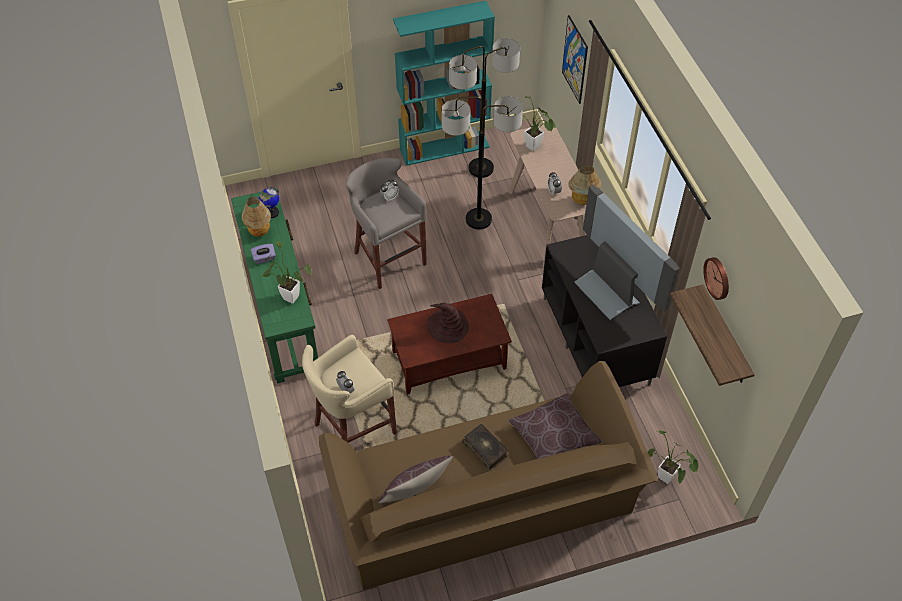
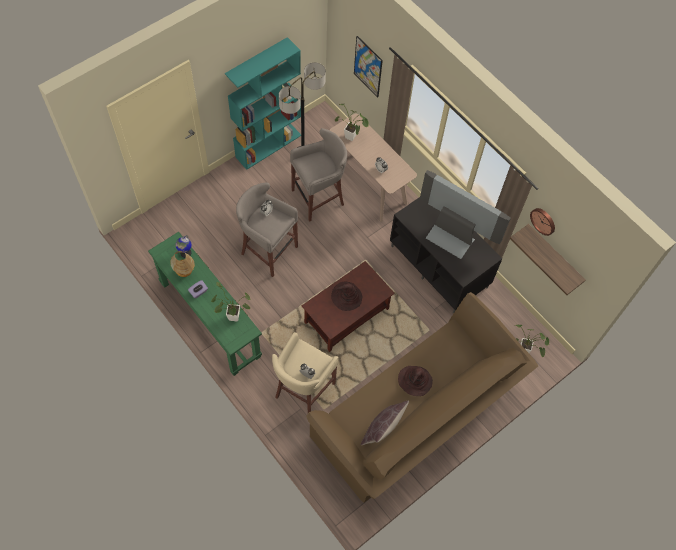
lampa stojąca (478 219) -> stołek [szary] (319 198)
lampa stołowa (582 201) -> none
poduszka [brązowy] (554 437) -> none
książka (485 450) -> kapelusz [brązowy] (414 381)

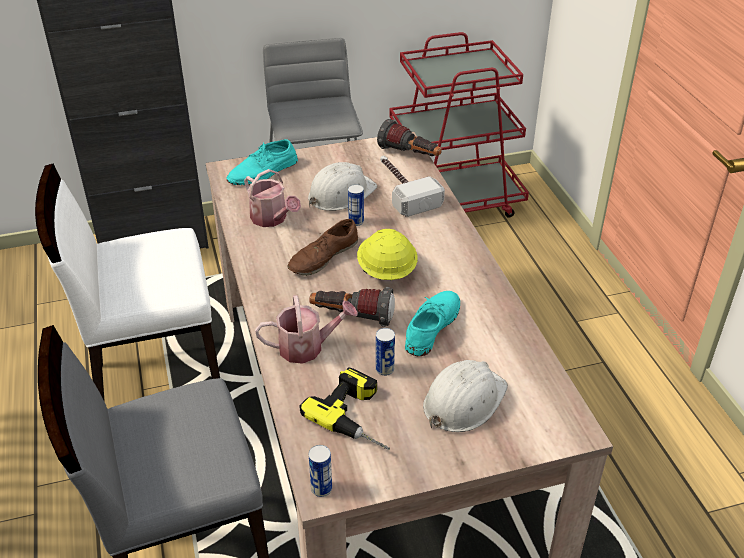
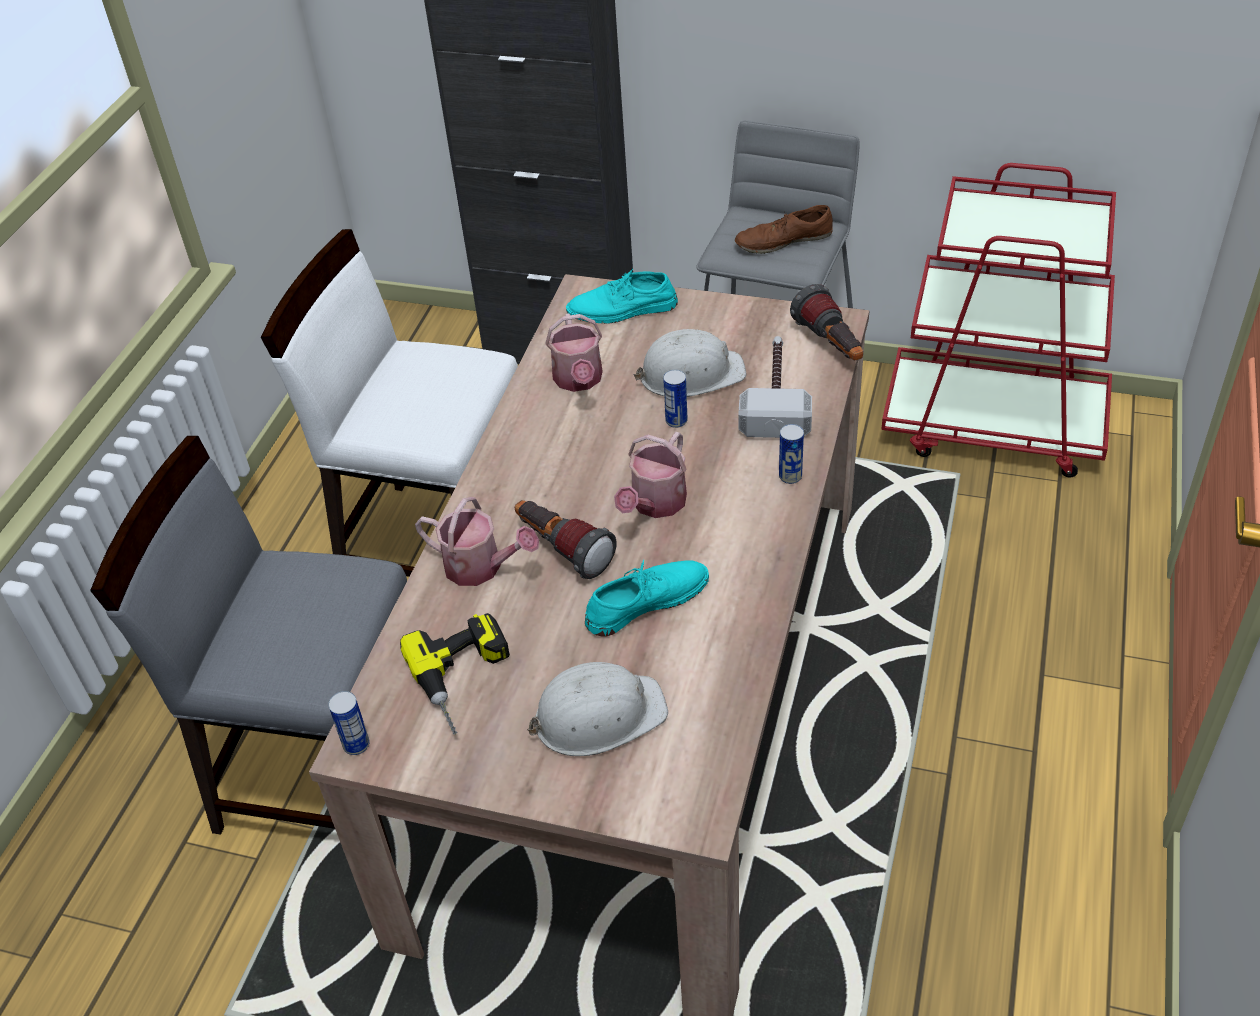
but [brązowy] (323 257) -> but [brązowy] (783 240), shifted
kask [żółty] (386 271) -> konewka (655 504)
puszka (384 369) -> puszka (790 476), shifted

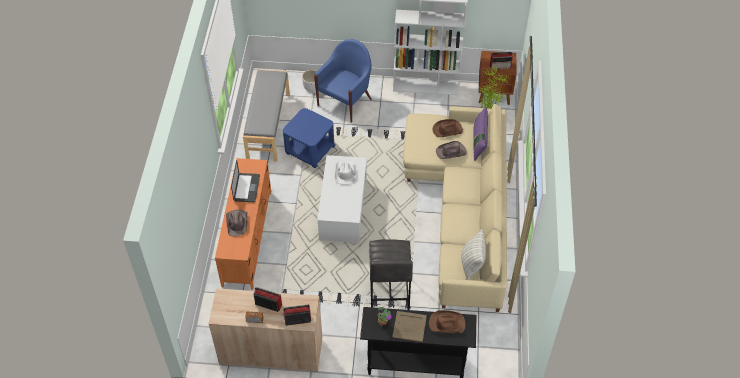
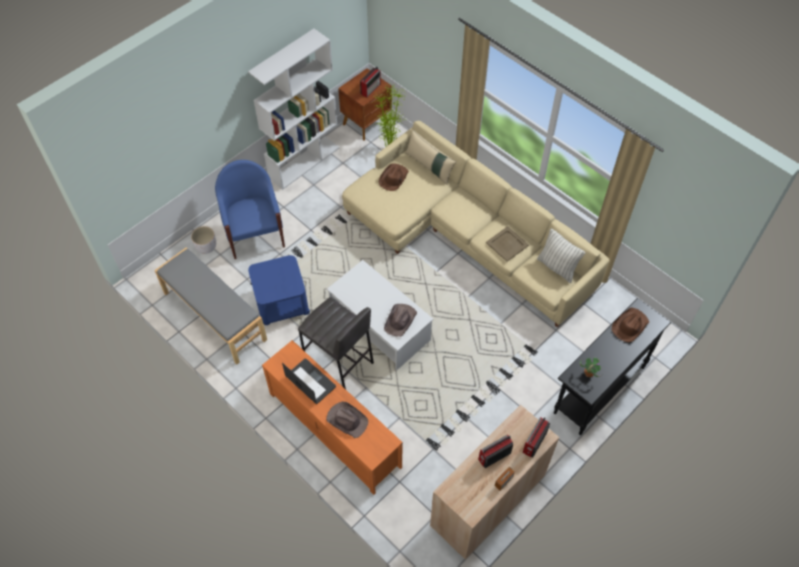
poduszka [fioletowy] (479 142) -> poduszka [beżowy] (429 166)
kapelusz [brązowy] (451 152) -> kapelusz [brązowy] (400 320), shifted
kapelusz [biały] (345 173) -> none
stołek [szary] (388 295) -> stołek [szary] (339 364), shifted
taca [beżowy] (409 326) -> taca [beżowy] (507 244), shifted

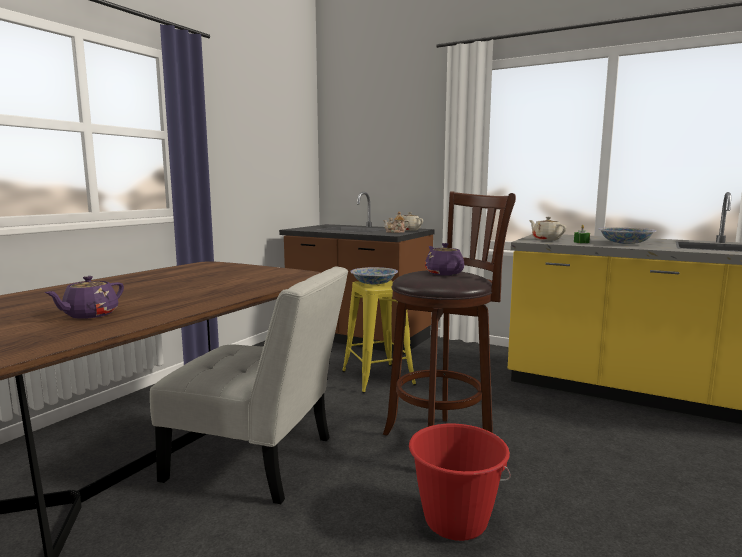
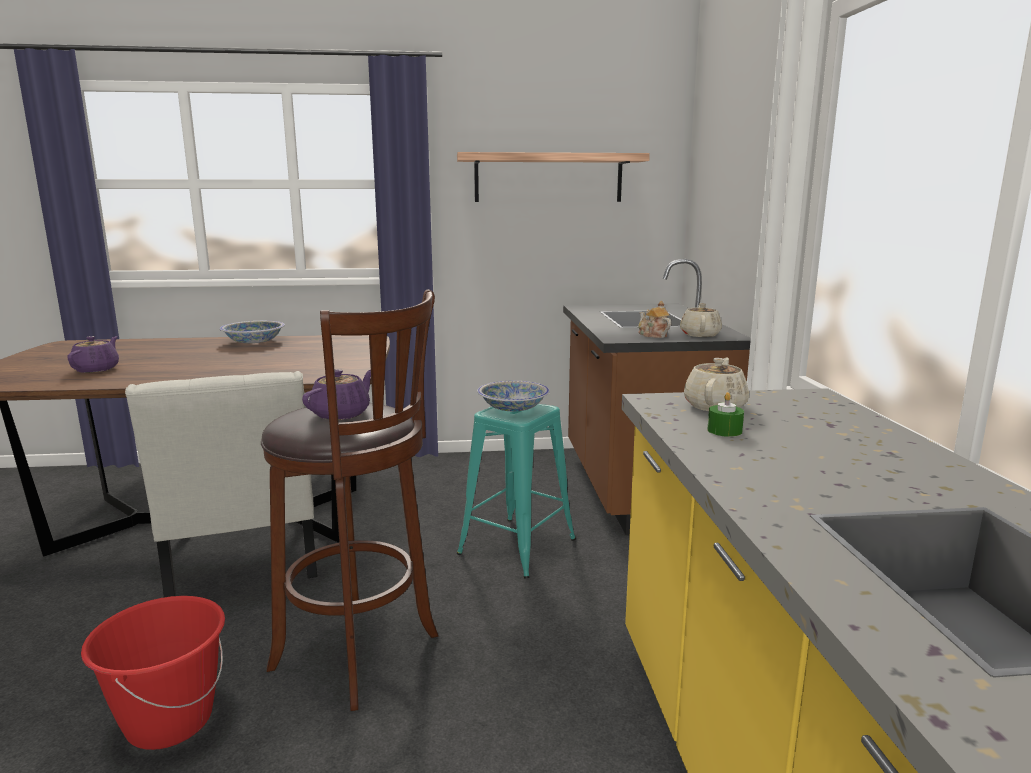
miska (625 243) -> miska (254 342), shifted
imbryk [fioletowy] (90 315) -> imbryk [fioletowy] (97 369), 105 degrees clockwise
stołek [żółty] (377 378) -> stołek [turkusowy] (517 546)
none -> półka (548 178)

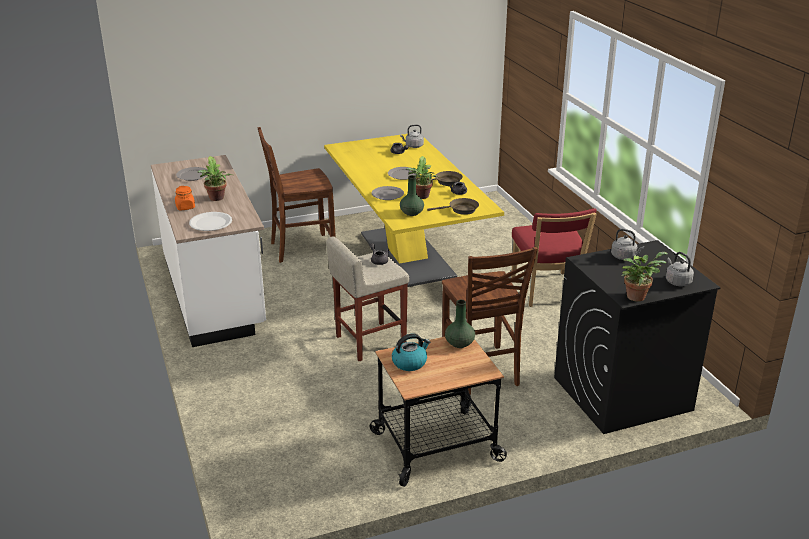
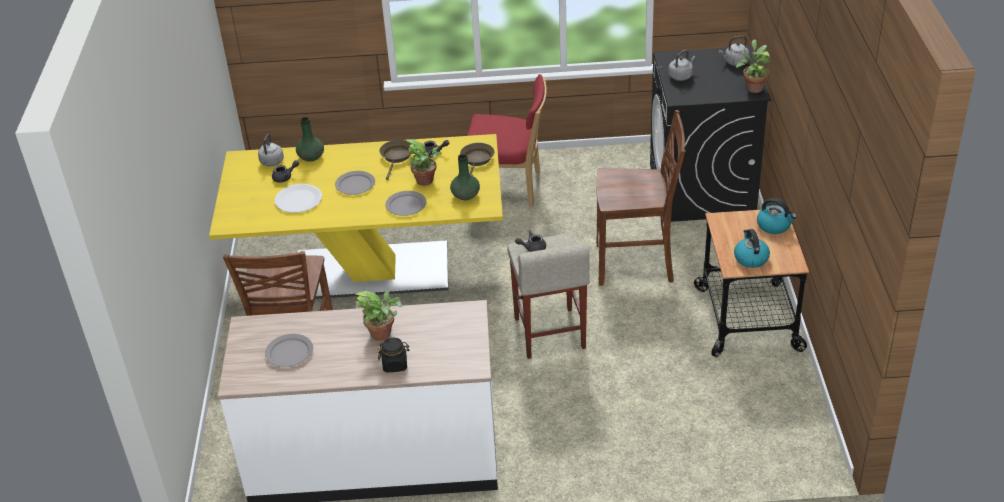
słoik [pomarańczowy] (185 207) -> słoik [czarny] (395 364)
talerz [biały] (211 223) -> talerz [biały] (298 200), shifted
wazon [zielony] (460 343) -> wazon [zielony] (311 157), shifted
none -> czajnik (774 226)

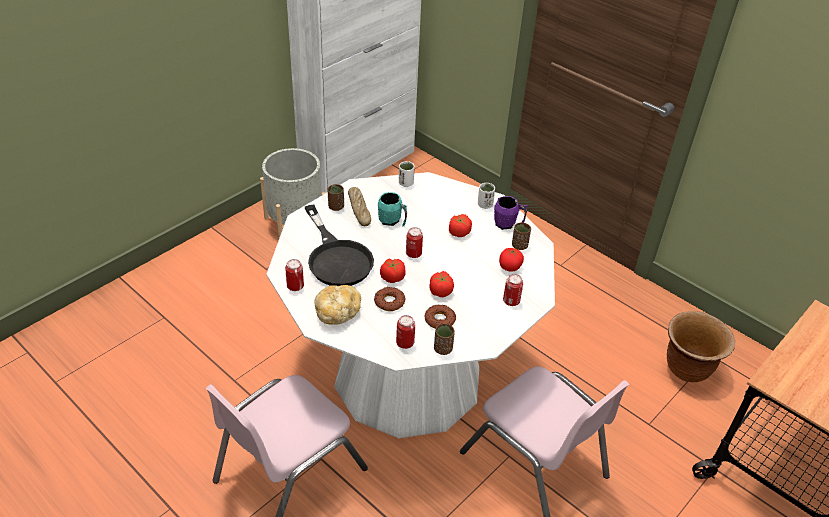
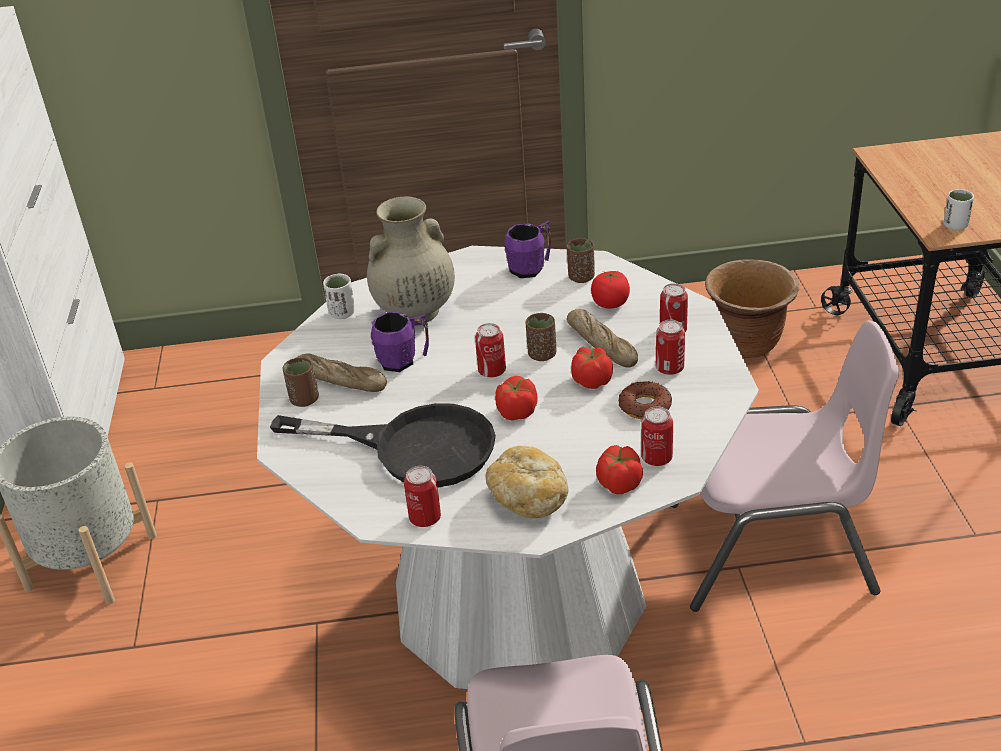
filiżanka [biały] (485 205) -> filiżanka [biały] (955 225), shifted
kubek [turkusowy] (392 221) -> kubek [fioletowy] (403 360)
pomidor (459 233) -> pomidor (619 484), shifted
donut (389 302) -> none
filiżanka [brązowy] (443 349) -> filiżanka [brązowy] (542 355), shifted
none -> wazon [beżowy] (414 312)
none -> chleb (601 345)
none -> puszka (669 368)

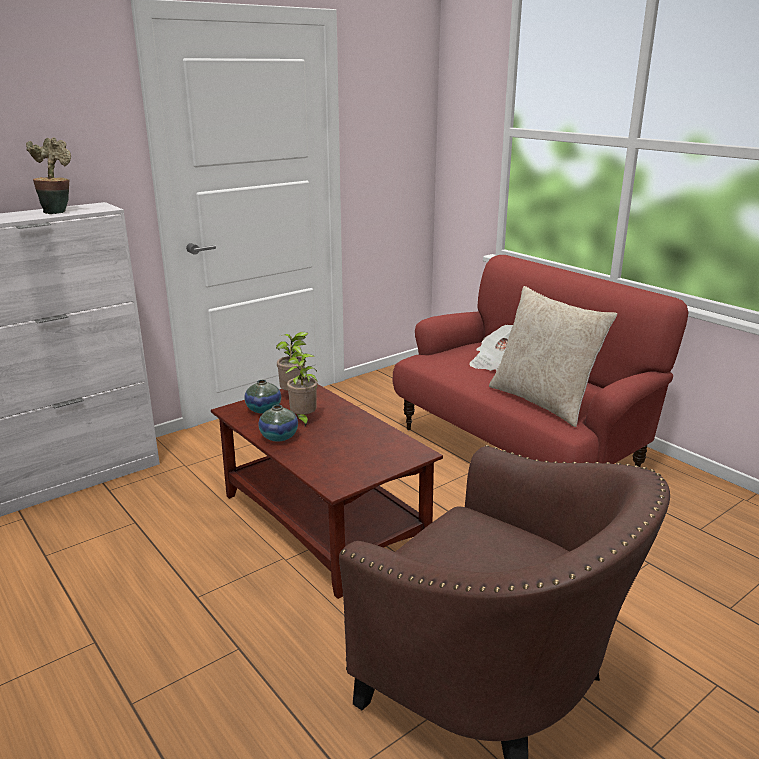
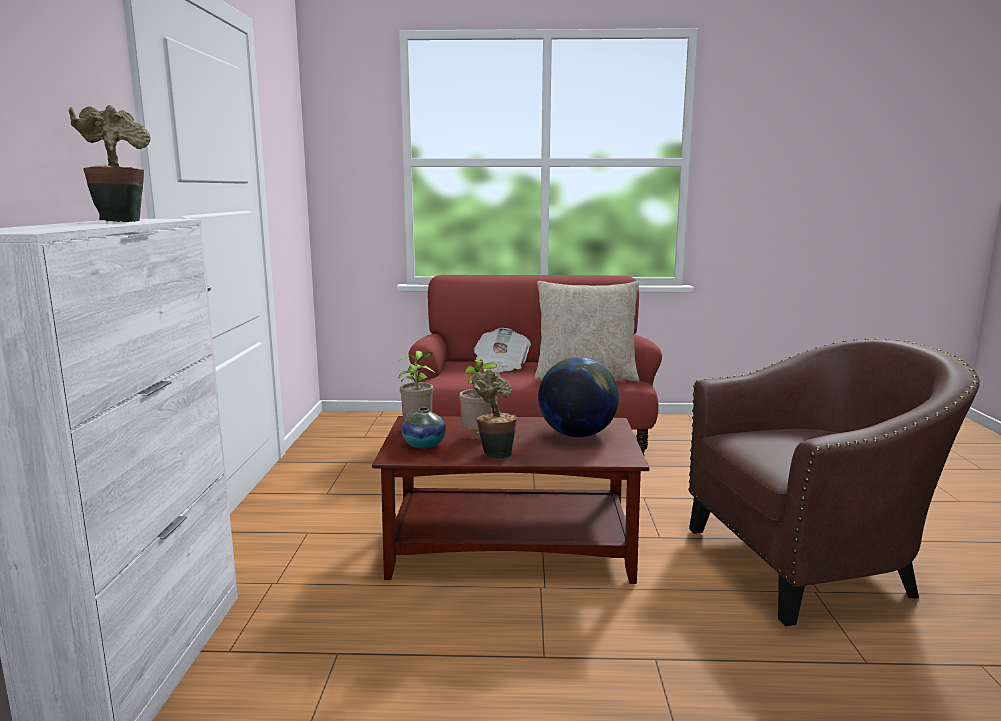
wazon (279 437) -> roślina doniczkowa (495 453)
none -> globus (577 434)

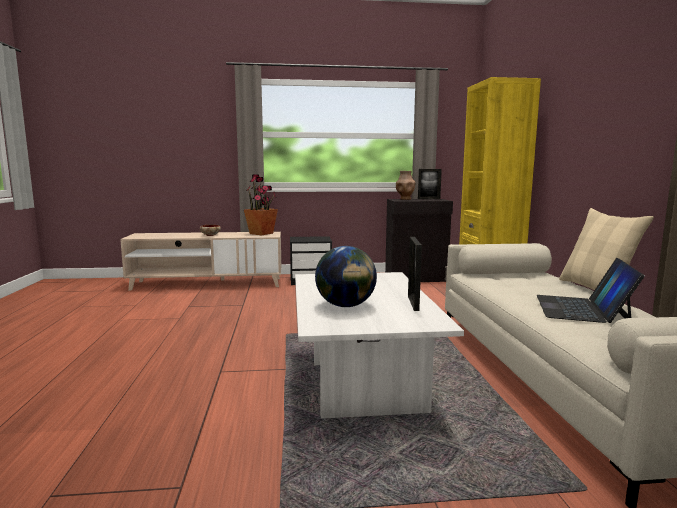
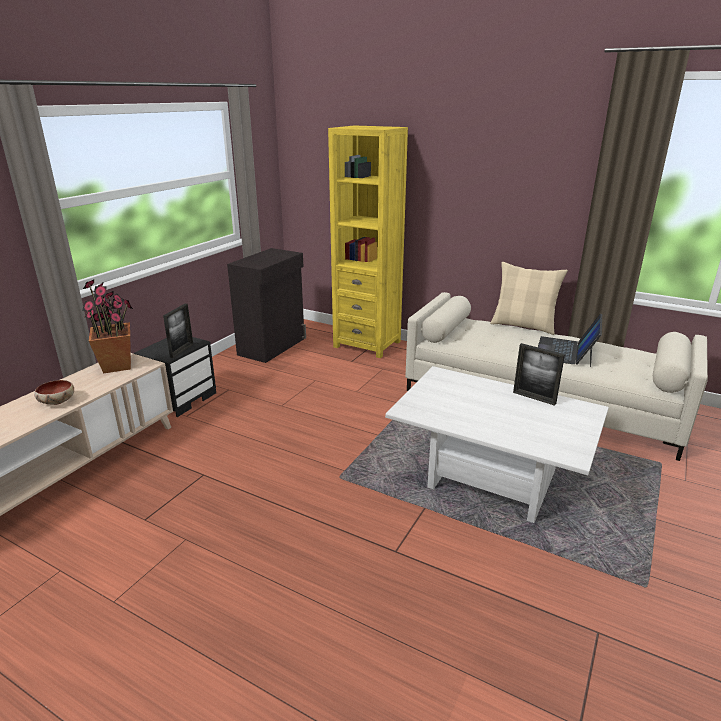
ramka na zdjęcie (429 199) -> ramka na zdjęcie (182 350), shifted
wazon [brązowy] (405 199) -> none
globus (346 306) -> none
laptop (582 309) -> laptop (566 351), 60 degrees clockwise

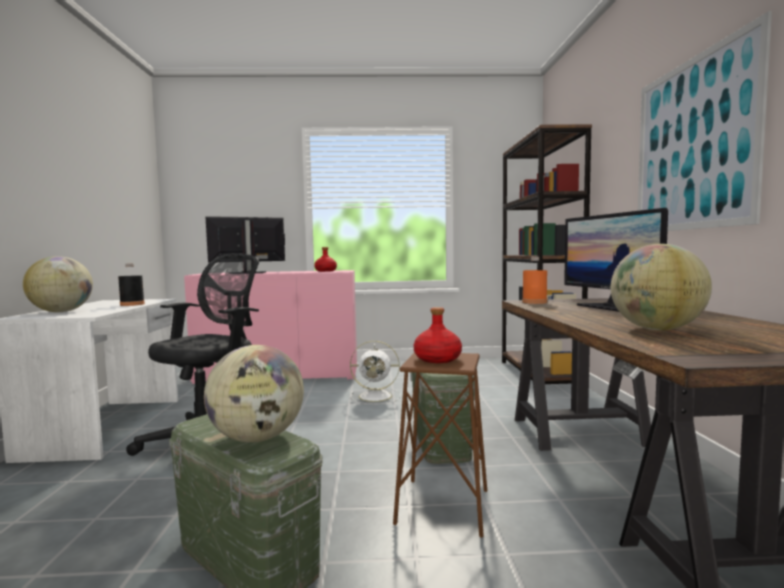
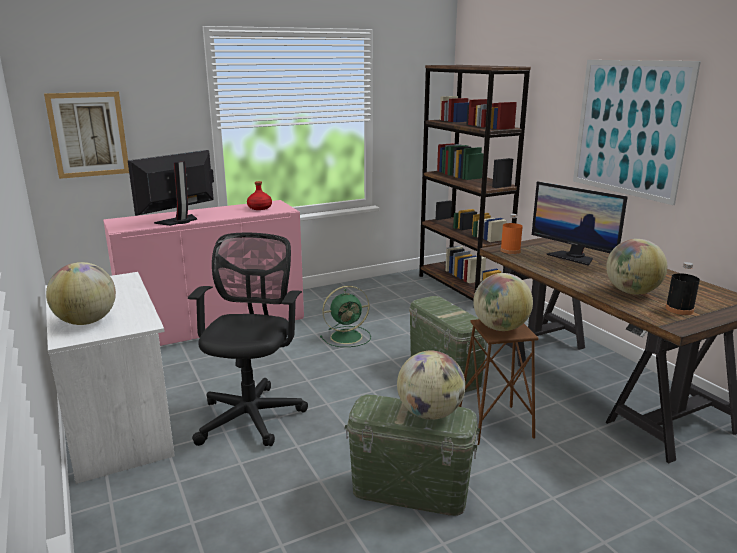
butelka [czarny] (132 304) -> butelka [czarny] (679 309), shifted
butelka [czerwony] (437 359) -> globus (500 328)
wentylator [biały] (377 396) -> wentylator [zielony] (348 336)
none -> obraz (88 134)

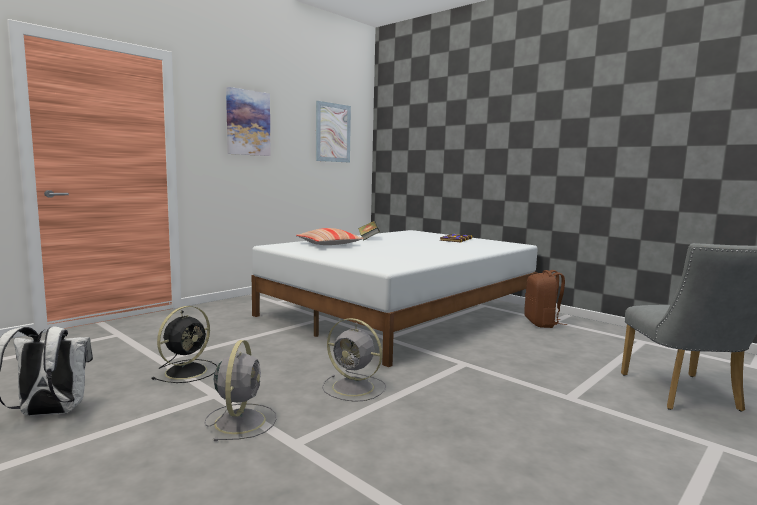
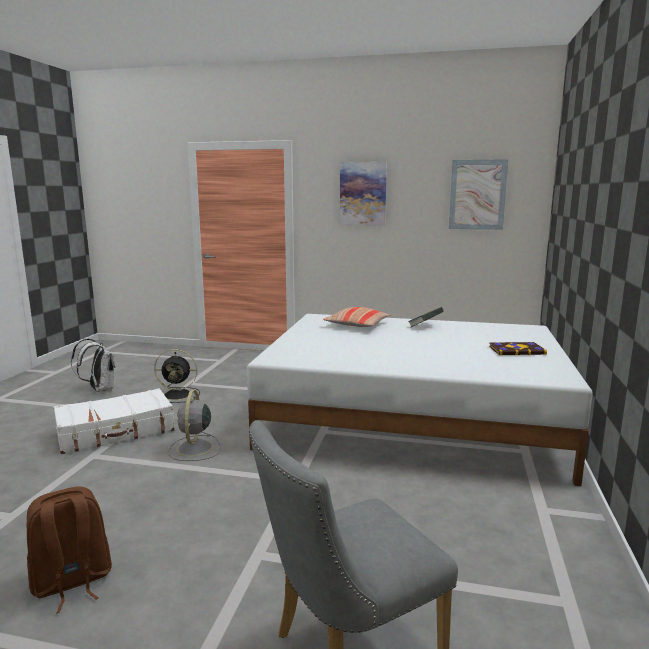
plecak [brązowy] (542 323) -> plecak [brązowy] (72 582), shifted
wentylator [szary] (241 420) -> walizka [biały] (116 432)

